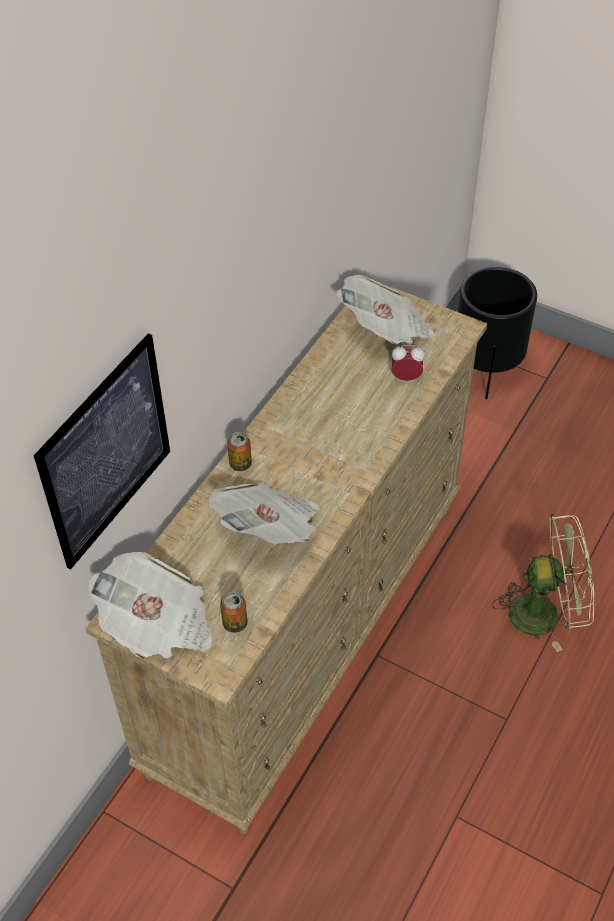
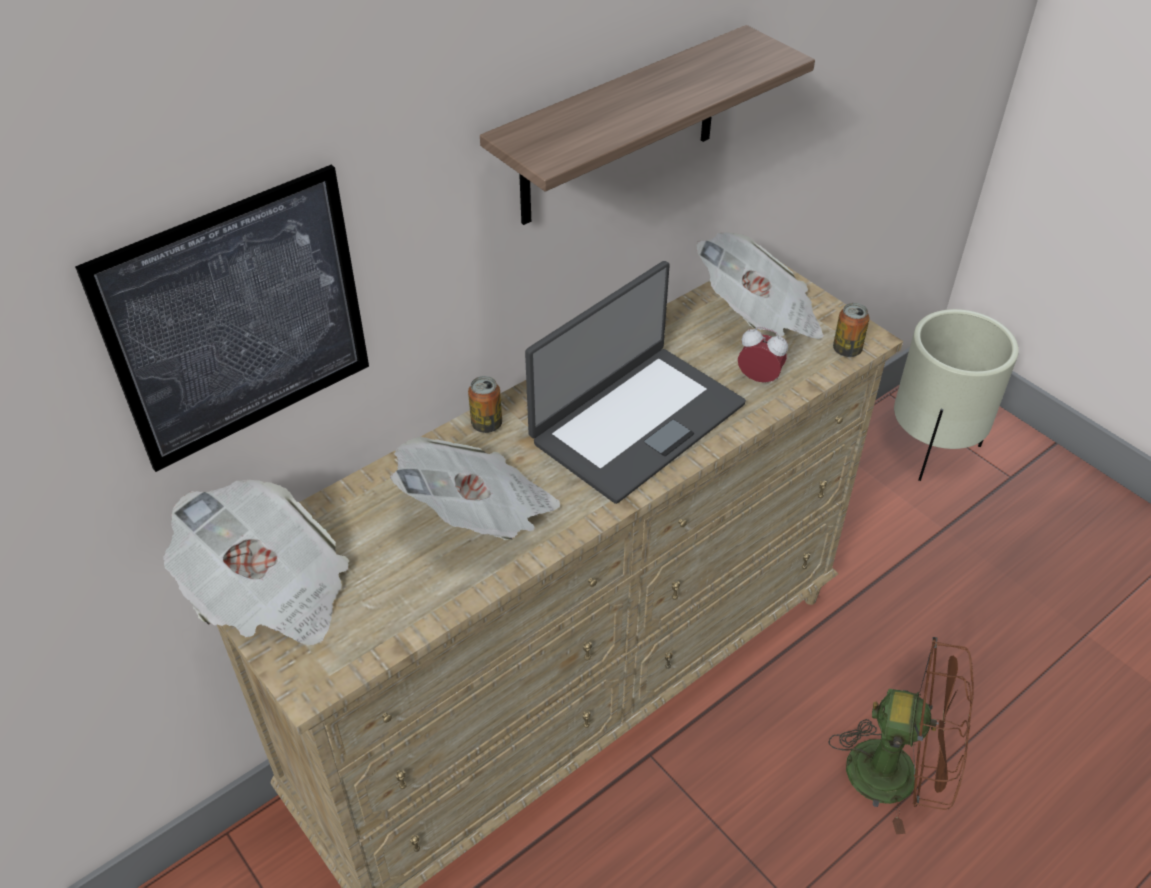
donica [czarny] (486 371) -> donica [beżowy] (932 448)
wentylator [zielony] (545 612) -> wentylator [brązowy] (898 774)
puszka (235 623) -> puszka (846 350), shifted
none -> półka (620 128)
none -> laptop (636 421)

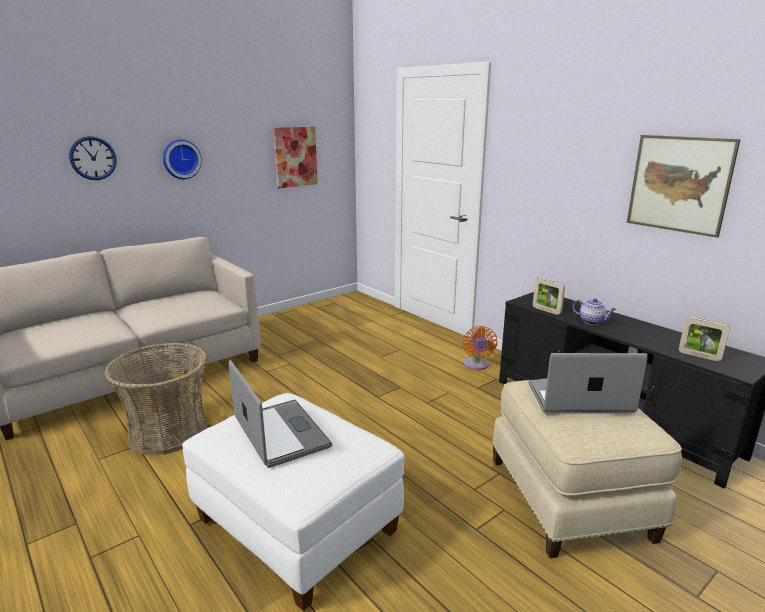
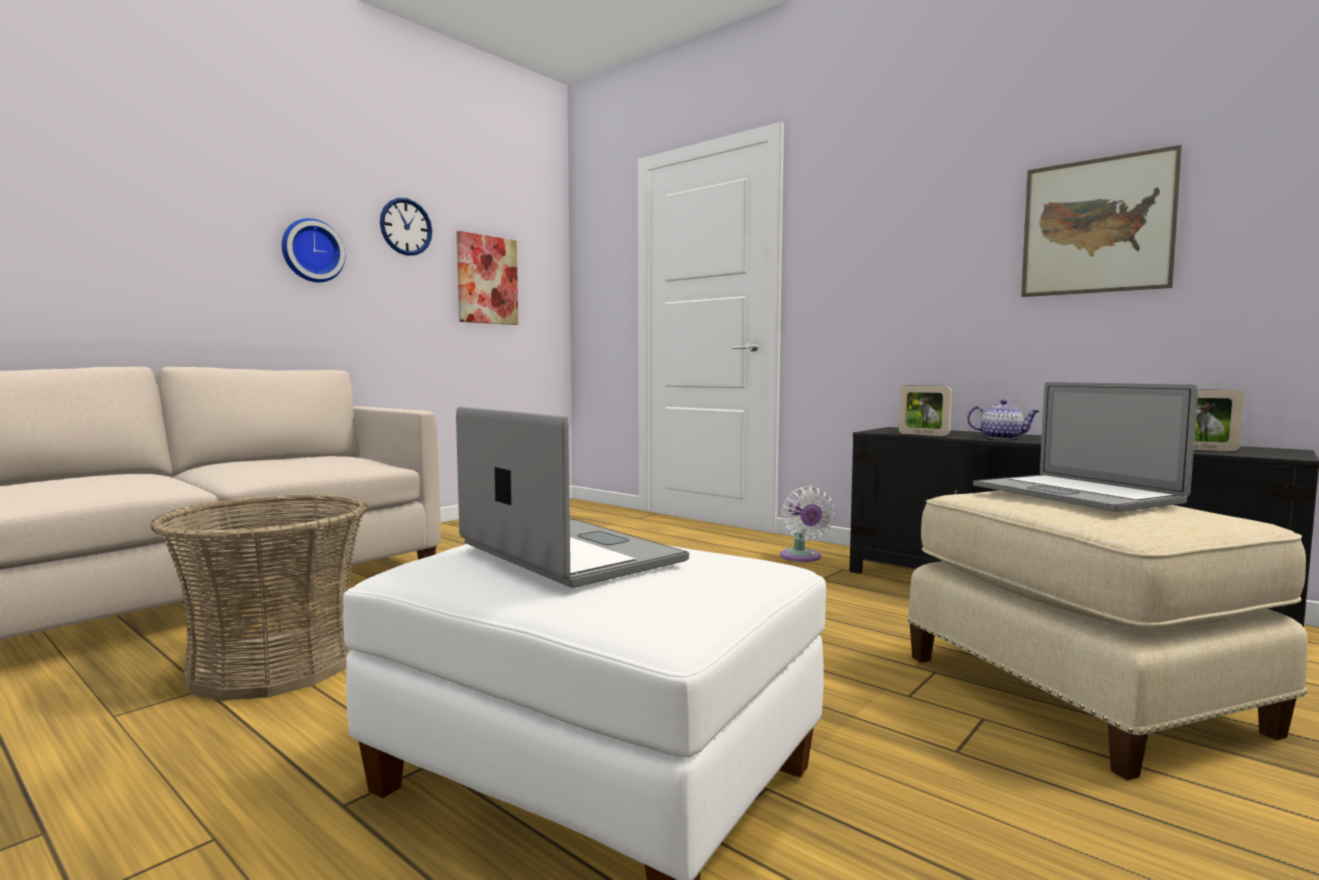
zegar ścienny (93 158) -> zegar ścienny (406 227), shifted
wentylator [pomarańczowy] (476 365) -> wentylator [biały] (802 557)
laptop (579 397) -> laptop (1074 494), 105 degrees counterclockwise

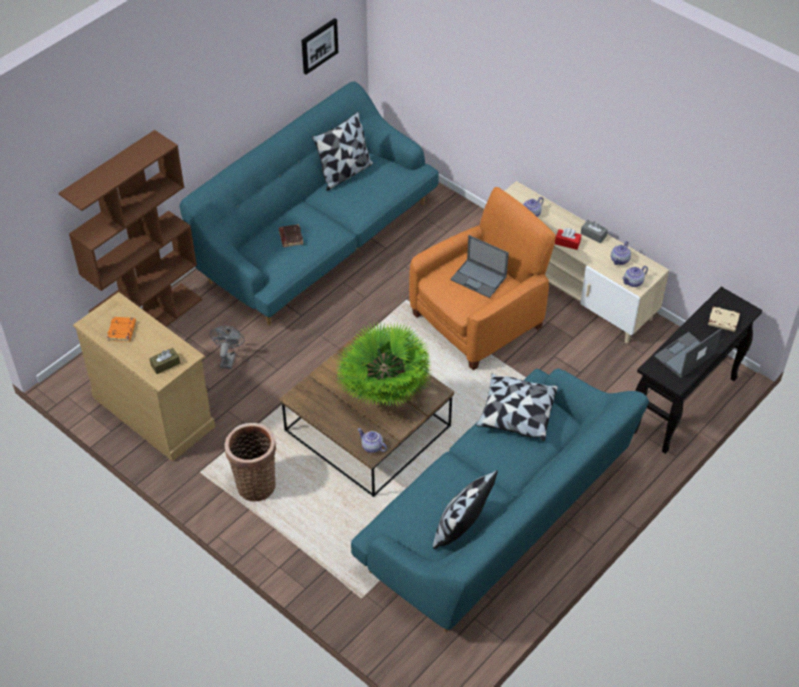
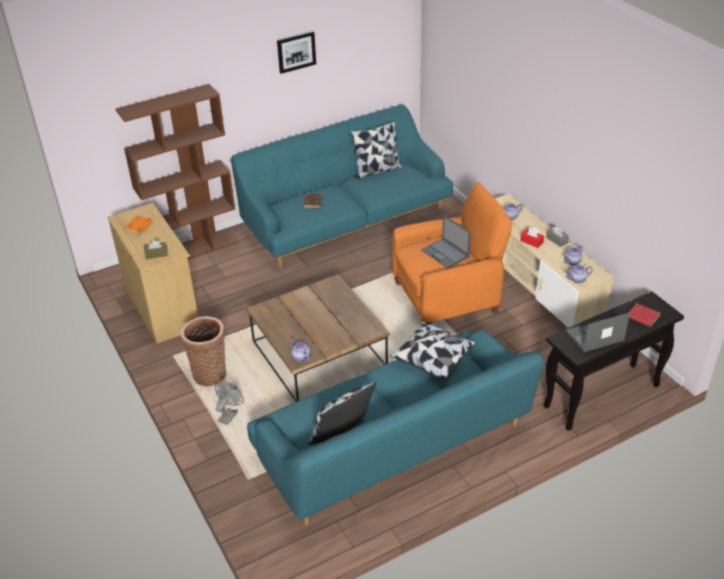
obraz (319 45) -> obraz (296 51), shifted
książka [beżowy] (722 321) -> książka [czerwony] (642 317)
roślina doniczkowa (384 394) -> none
wentylator [szary] (228 358) -> wentylator [szary] (229 414), shifted

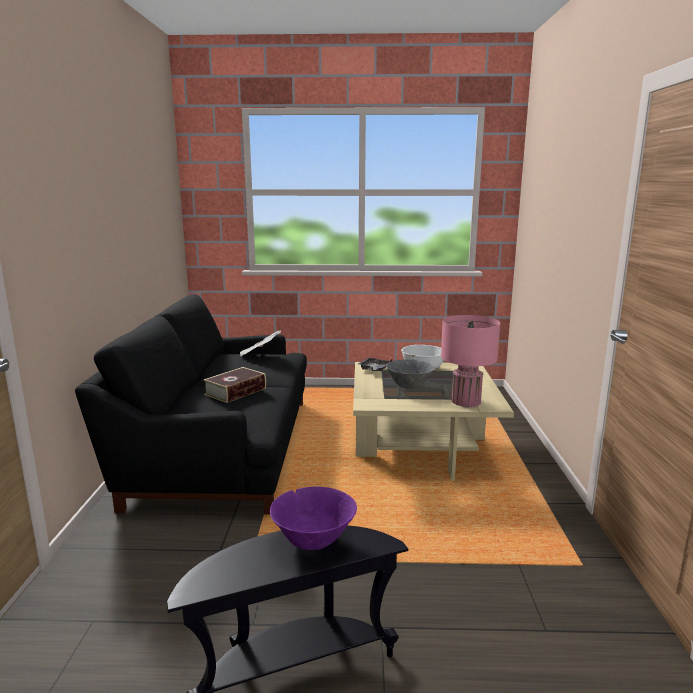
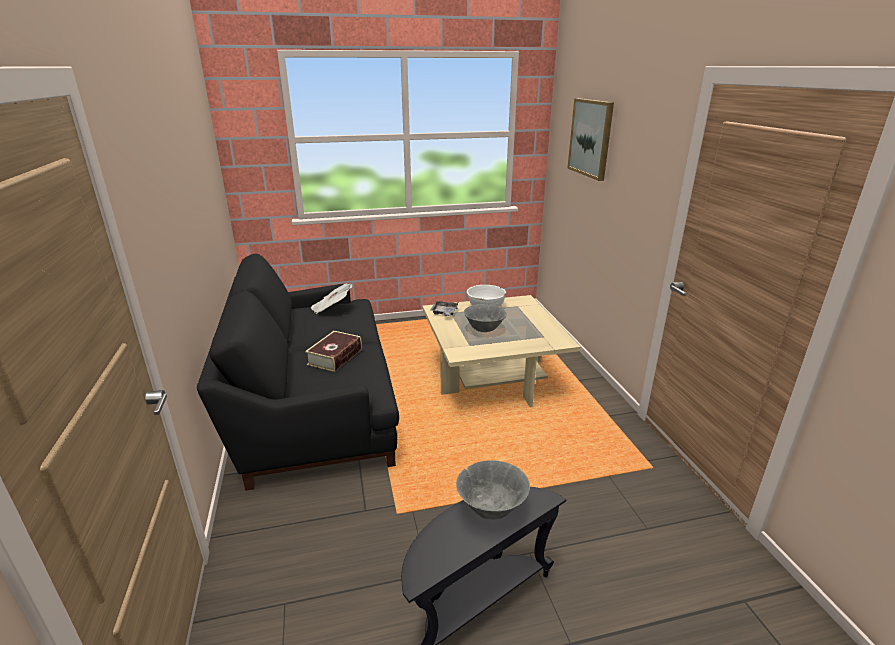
lampa stołowa [różowy] (466 401) -> none
miska [fioletowy] (313 542) -> miska [szary] (491 509)
none -> obraz (591 138)

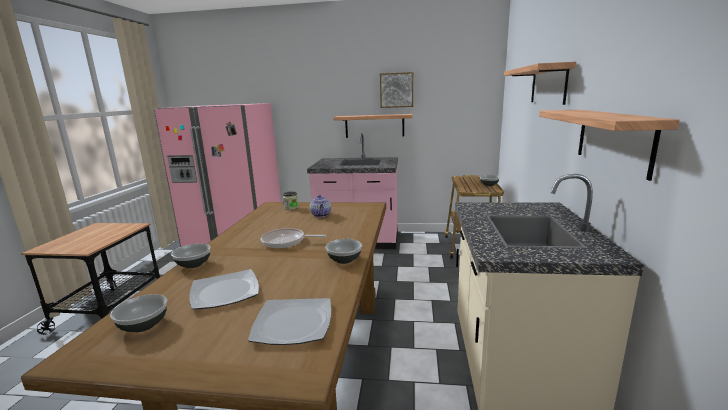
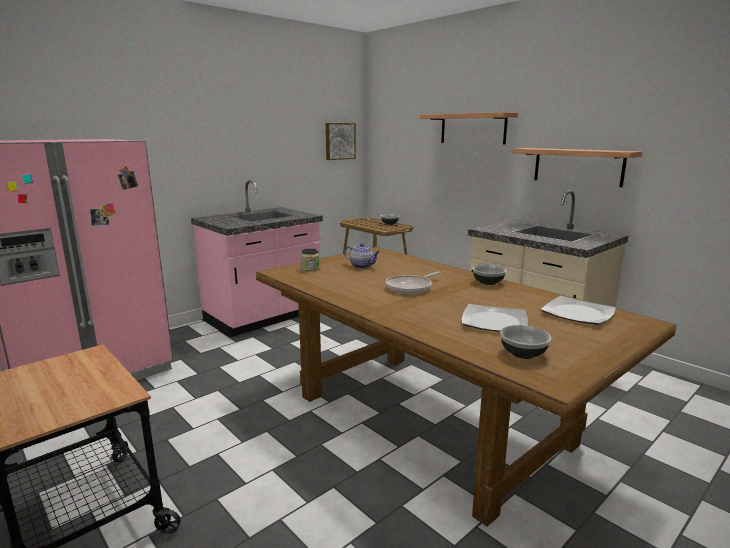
obraz (396 90) -> obraz (339 141), shifted
półka (374 126) -> none
miska (194 264) -> none

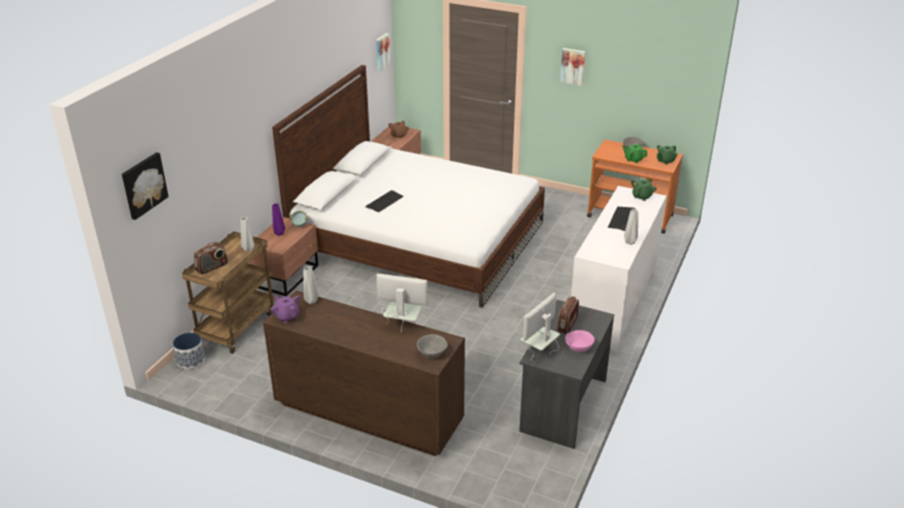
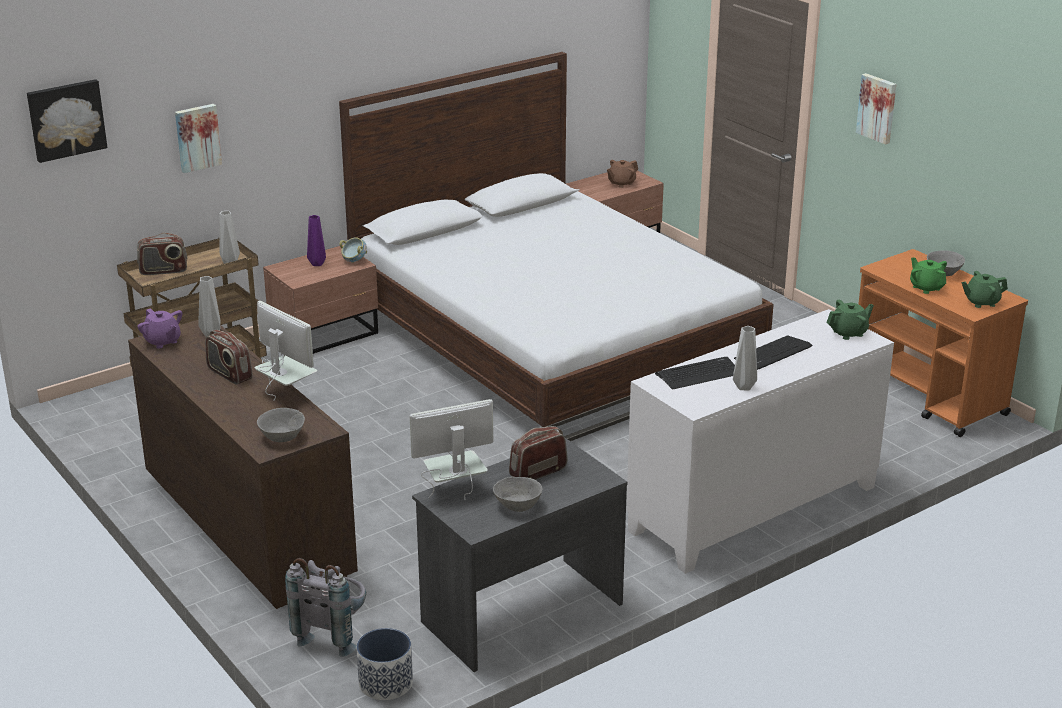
obraz (381 52) -> obraz (197 137), shifted
klawiatura (384 201) -> klawiatura (698 374), shifted
imbryk [fioletowy] (287 316) -> imbryk [fioletowy] (162 341), 150 degrees clockwise
miska [różowy] (579 347) -> miska [szary] (518 505)
donica (191 361) -> donica (386 683), shifted
none -> radio (229 374)
none -> plecak [szary] (333 633)

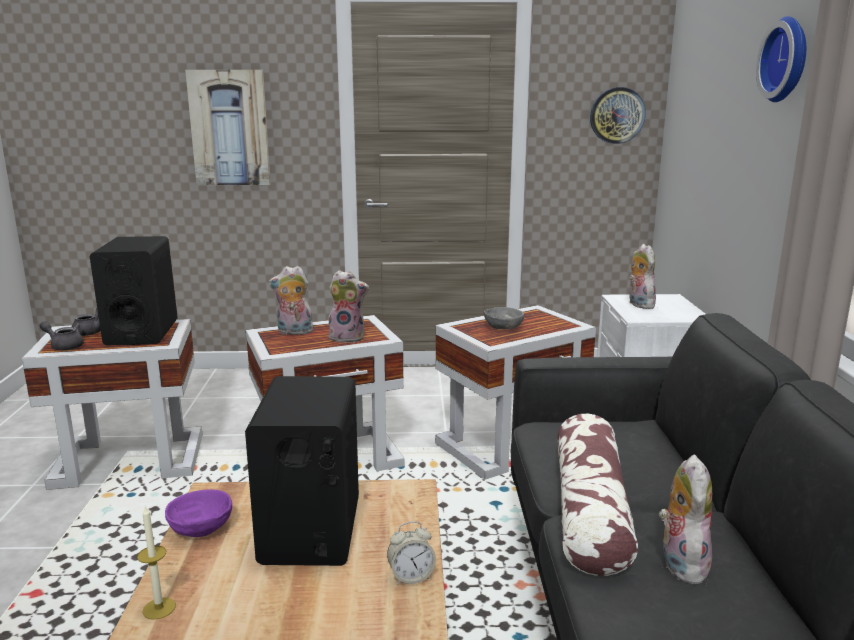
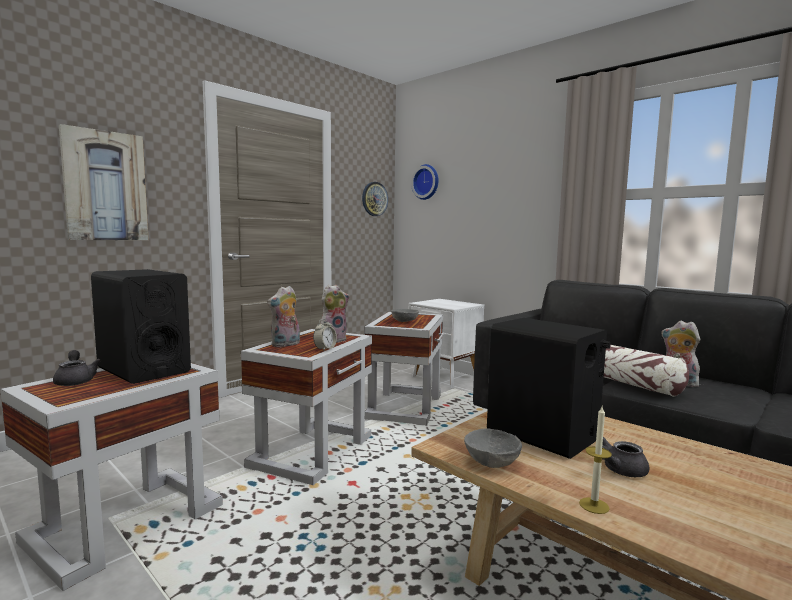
zegar ścienny (788 60) -> zegar ścienny (426 182), shifted
pluszak (638 304) -> none
imbryk [szary] (64 346) -> imbryk [szary] (619 470), shifted
miska [fioletowy] (201 529) -> miska [szary] (492 462)
budzik (411 577) -> budzik (325 349), shifted

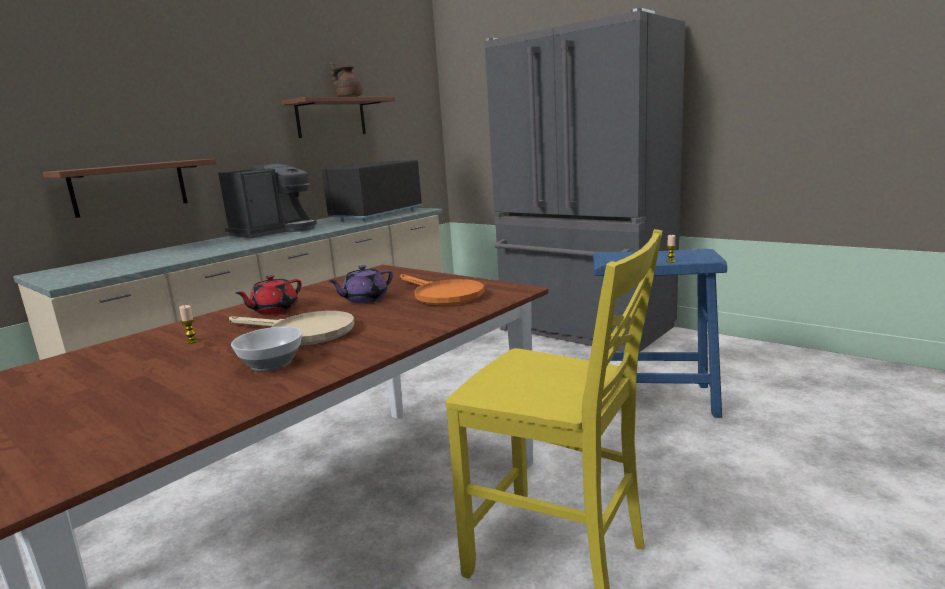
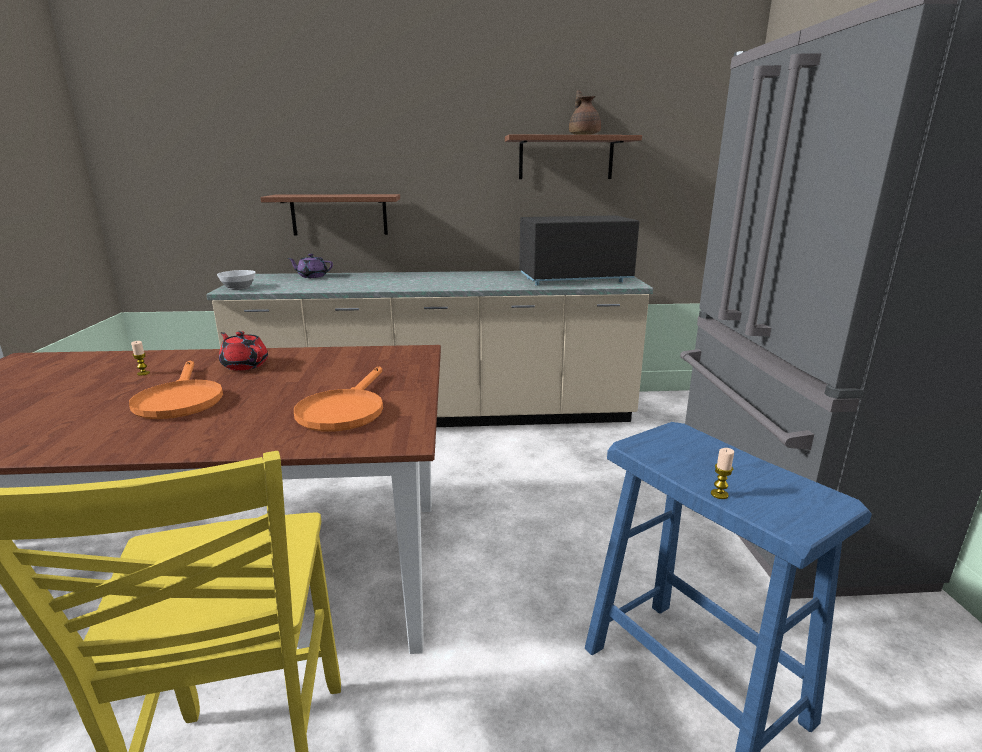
ekspres do kawy (275 231) -> none
imbryk [fioletowy] (364 299) -> imbryk [fioletowy] (312 276), shifted
imbryk [czerwony] (274 310) -> imbryk [czerwony] (244 365), 45 degrees clockwise
patelnia [beżowy] (303 332) -> patelnia [pomarańczowy] (180 400)
miska (273 364) -> miska (238 288), shifted

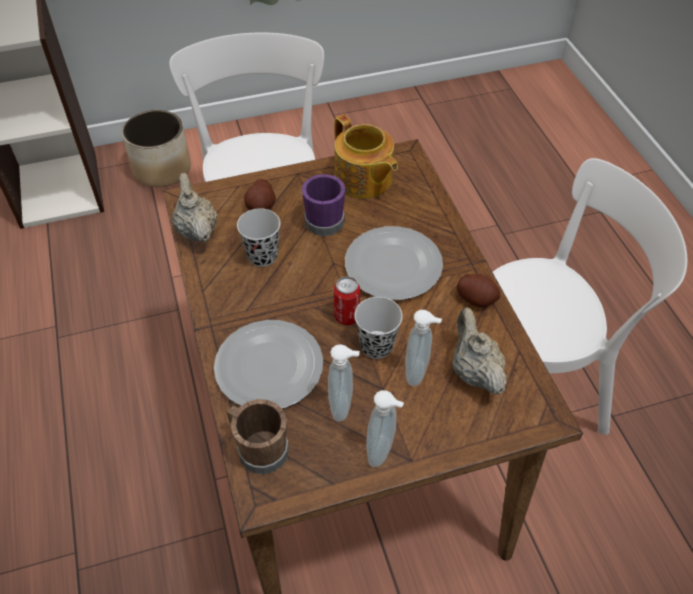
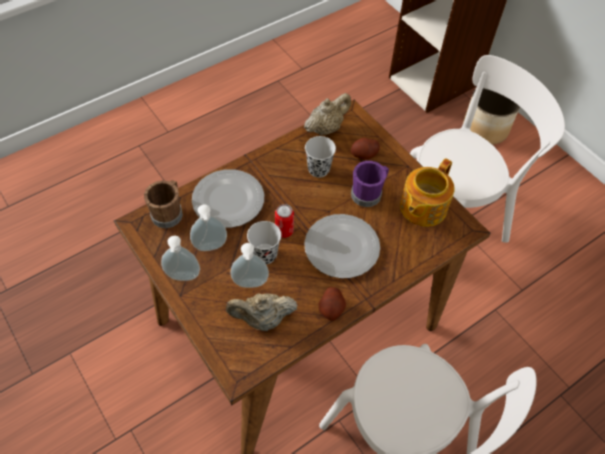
imbryk [beżowy] (474 371) -> imbryk [beżowy] (262 319), 150 degrees counterclockwise

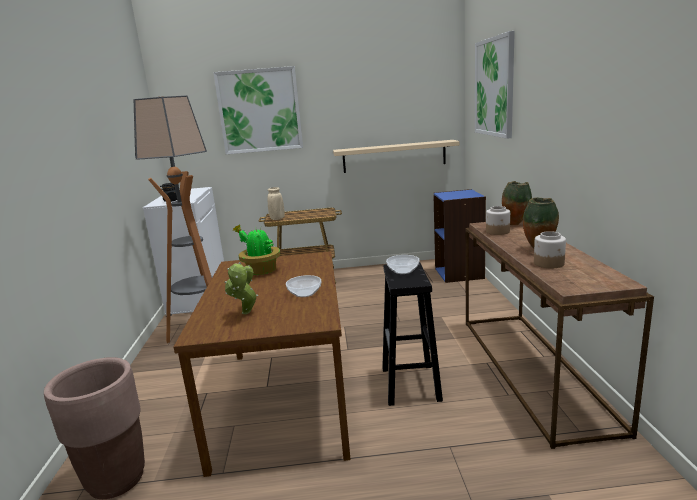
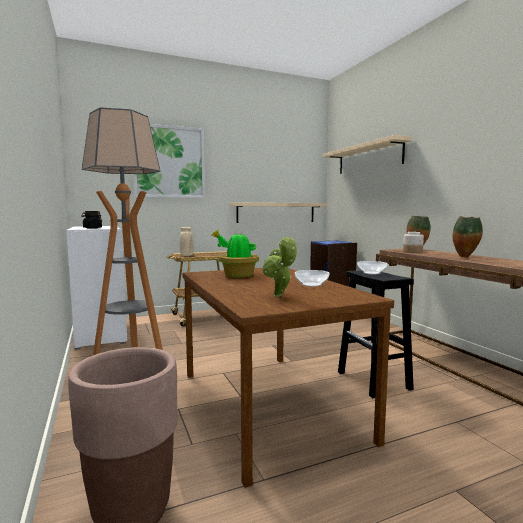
obraz (494 87) -> półka [beżowy] (369 158)
słoik (549 263) -> none

